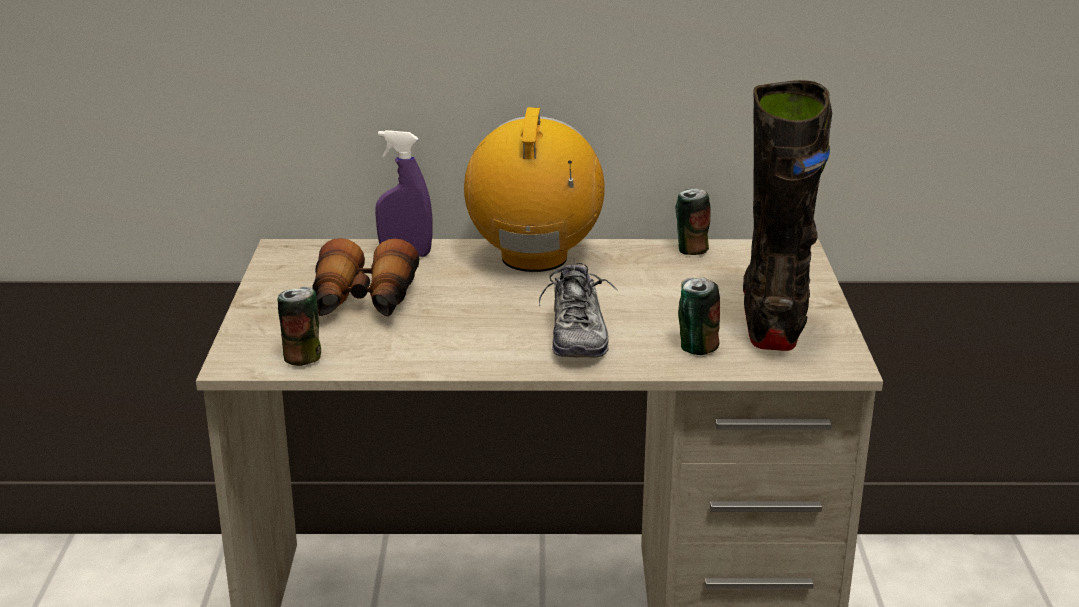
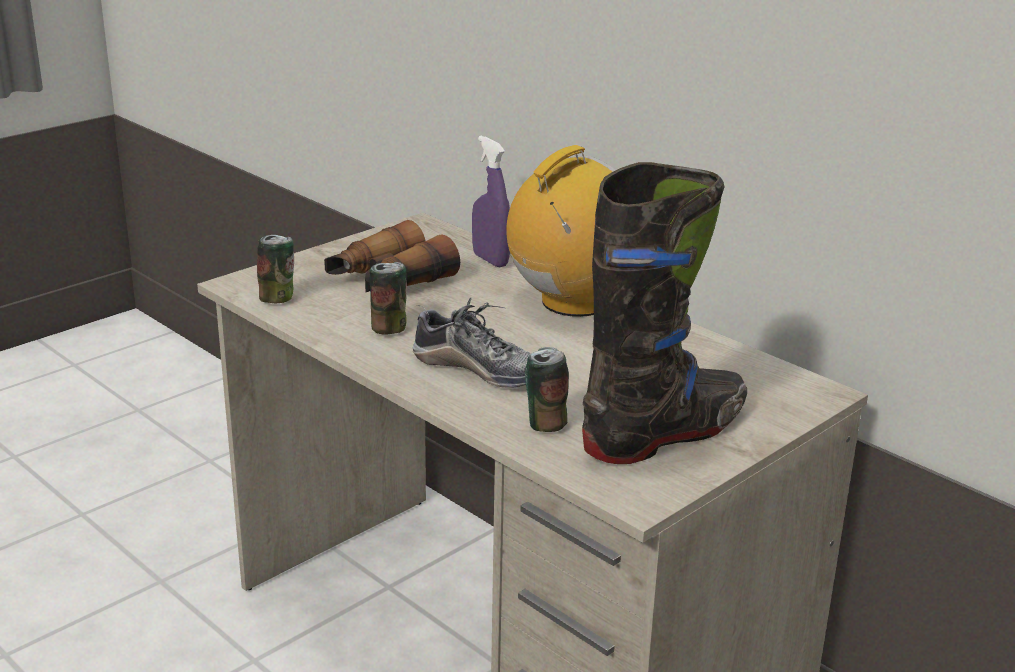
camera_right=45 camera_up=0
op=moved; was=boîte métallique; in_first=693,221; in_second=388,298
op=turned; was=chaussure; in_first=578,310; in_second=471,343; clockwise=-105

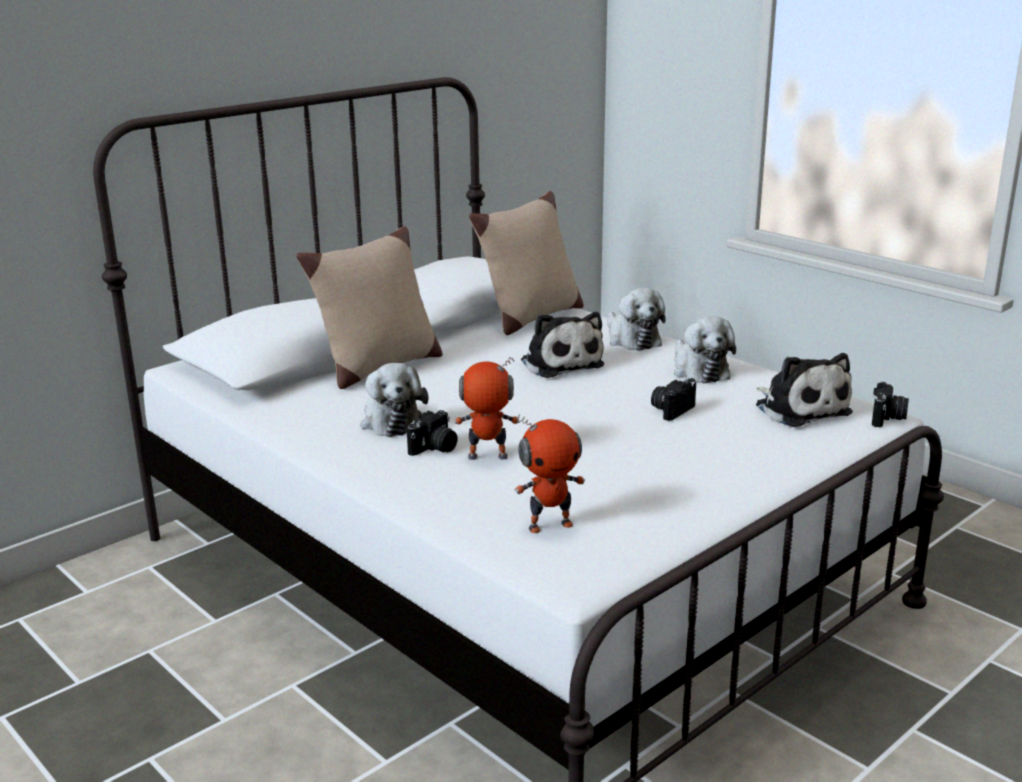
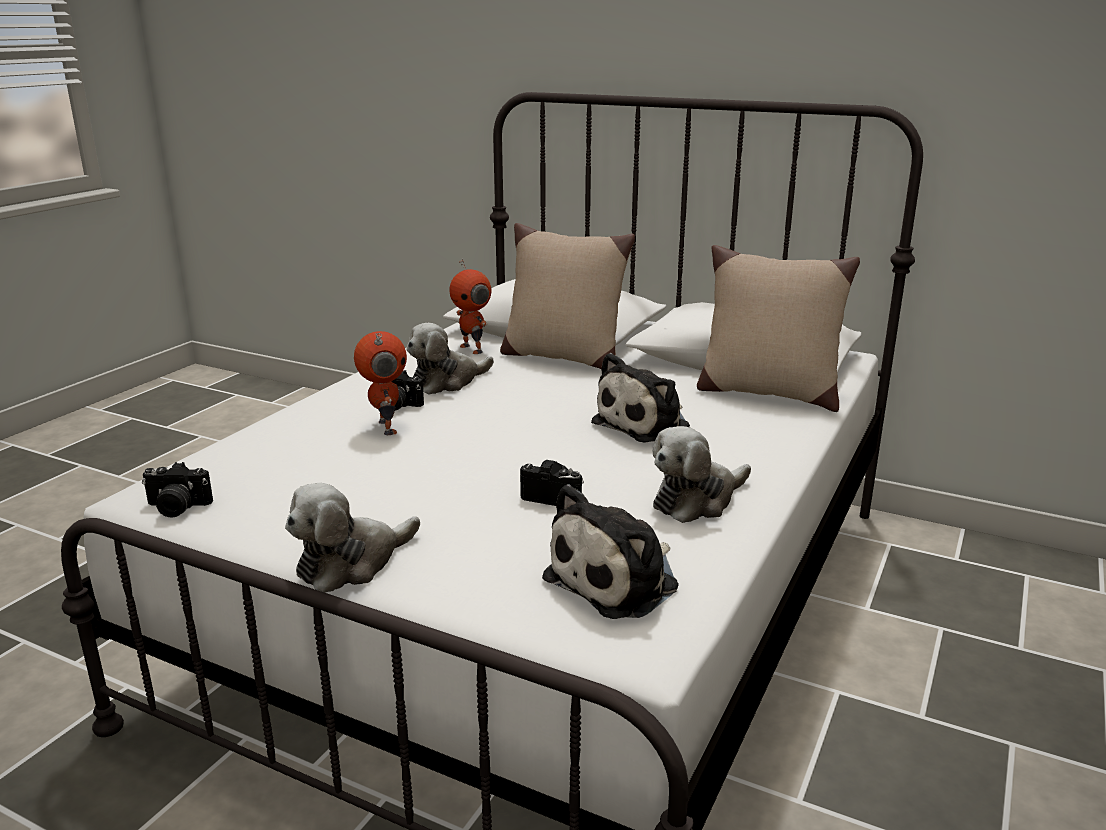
camera_right=70 camera_up=0
op=moved; was=appareil photo; in_first=890,404; in_second=177,490
op=moved; was=peluche; in_first=636,319; in_second=352,538
op=moved; was=robot jouet; in_first=549,473; in_second=470,306

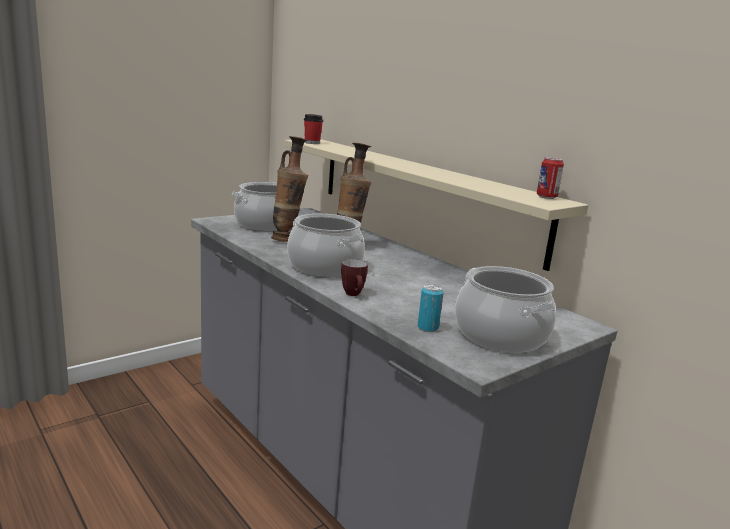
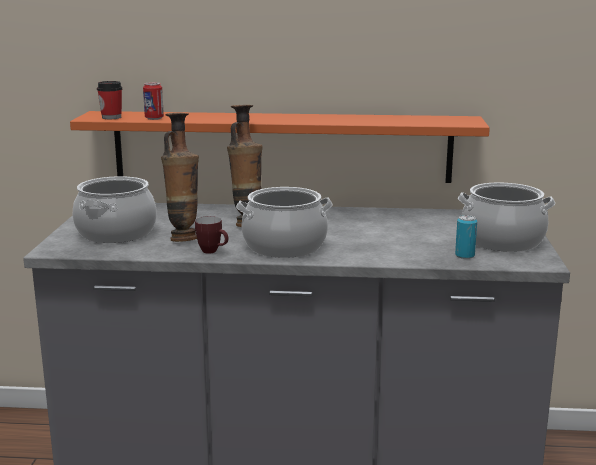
camera_right=-45 camera_up=0
op=recoloured; was=étagère/beige; now=étagère/orange; in_first=437,205; in_second=280,147
op=moved; was=boîte métallique; in_first=550,178; in_second=153,101
op=moved; was=mug; in_first=354,277; in_second=211,235

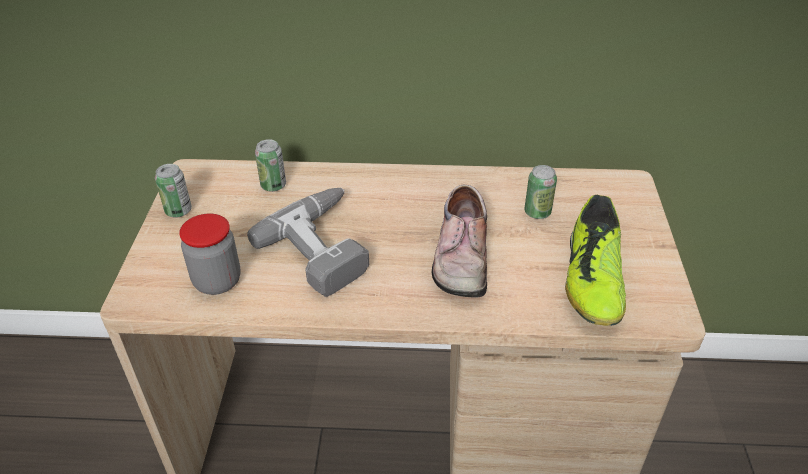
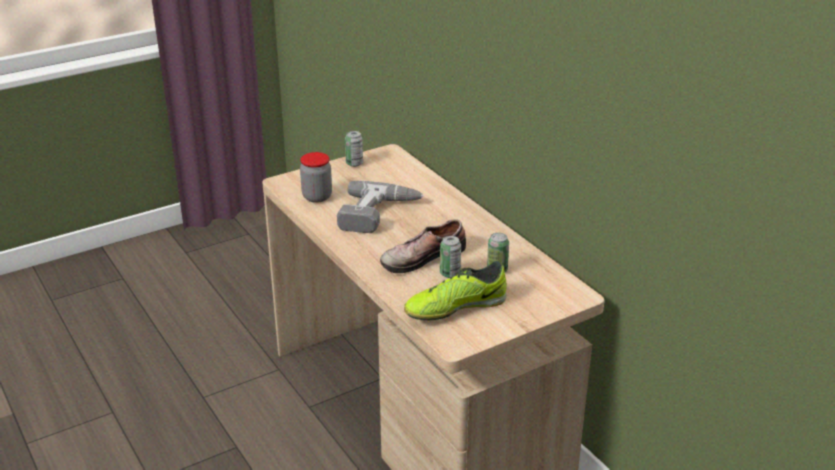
camera_right=55 camera_up=-10
op=moved; was=boîte métallique; in_first=270,165; in_second=450,257

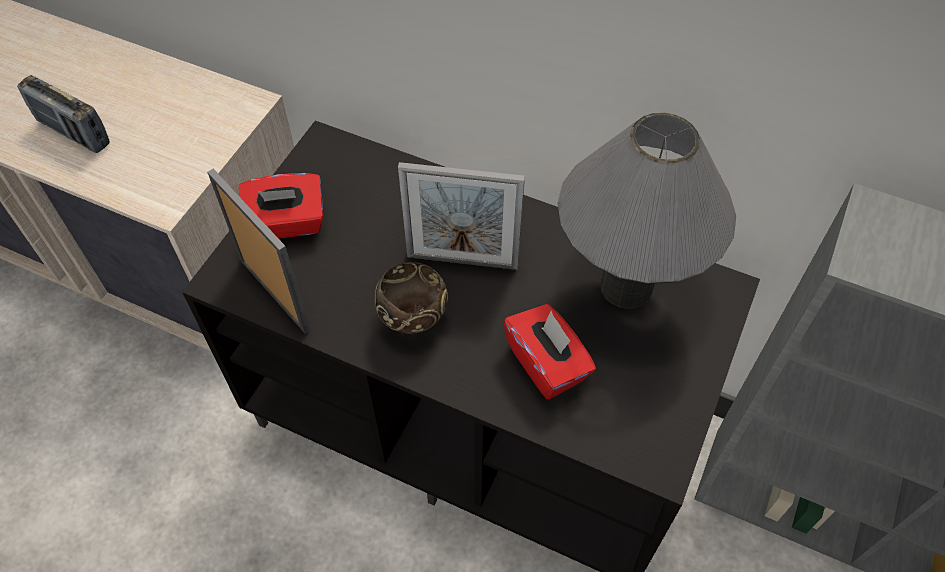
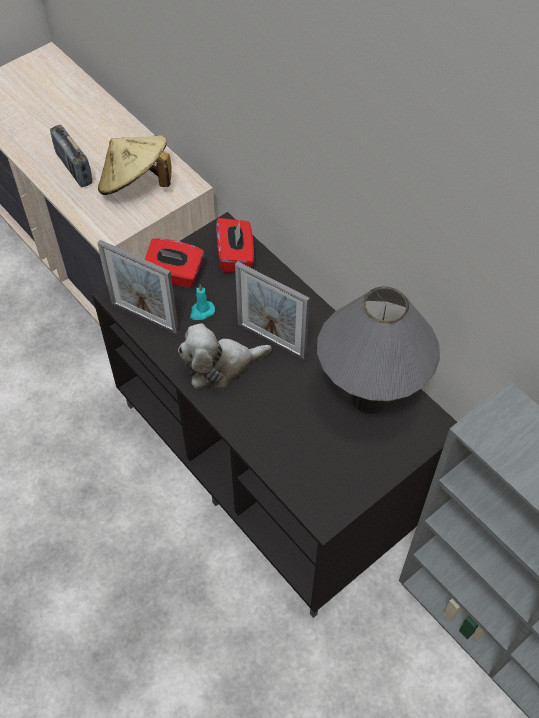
camera_right=25 camera_up=0
op=turned; was=cadre photo; in_first=258,251; in_second=138,287; clockwise=135
op=added; now=chapeau/beige; in_second=135,165
op=replaced; was=bol/marron; now=peluche; in_first=411,298; in_second=225,356
op=added; now=bougie/turquoise; in_second=202,302
op=moved; was=boîte à mouchoirs/rouge; in_first=549,351; in_second=235,245

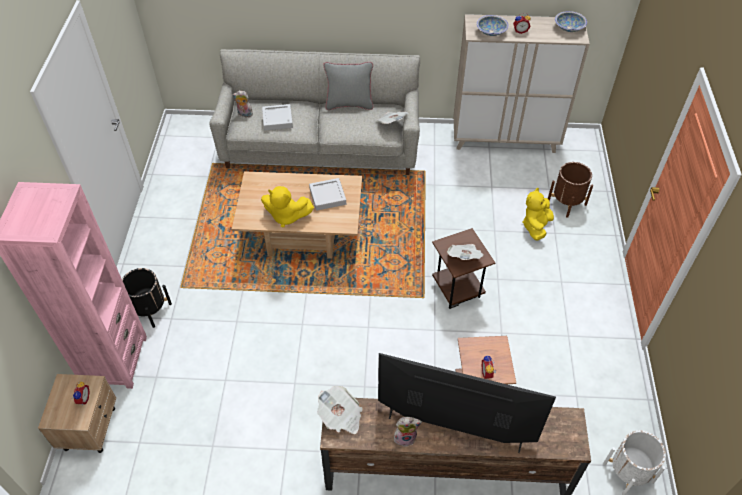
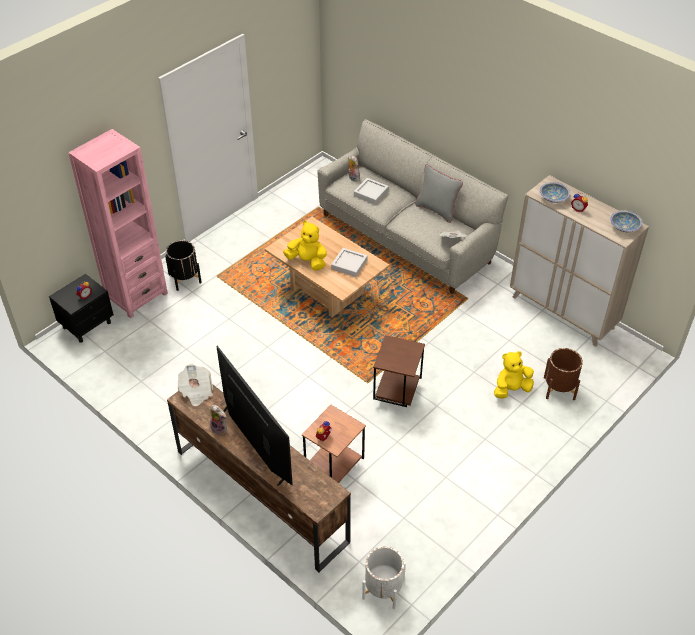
camera_right=40 camera_up=-5
op=recoloured; was=table de chevet/beige; now=table de chevet/noir; in_first=77,413; in_second=81,308
op=turned; was=peluche/jaune; in_first=287,207; in_second=305,245; clockwise=150
op=removed; was=journal; in_first=465,252

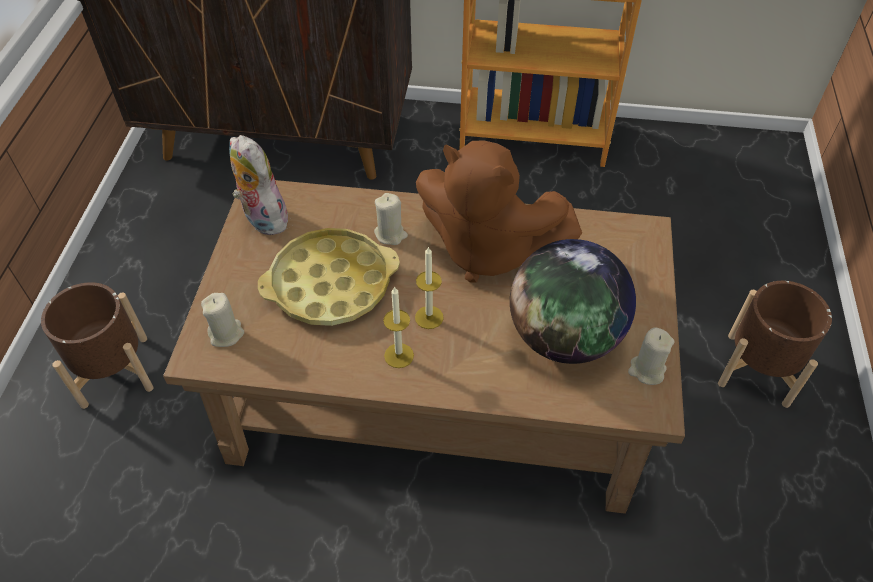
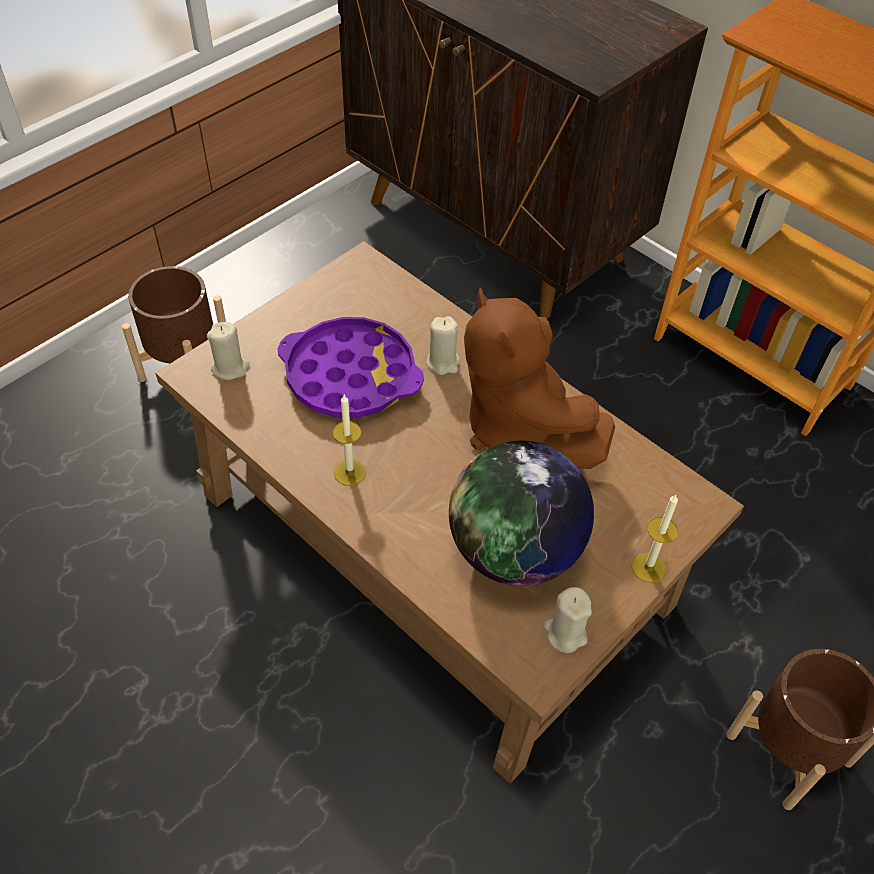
camera_right=35 camera_up=0
op=recoloured; was=plateau/jaune; now=plateau/violet; in_first=329,277; in_second=350,367
op=moved; was=bougie; in_first=429,287; in_second=655,539
op=removed; was=peluche; in_first=258,185

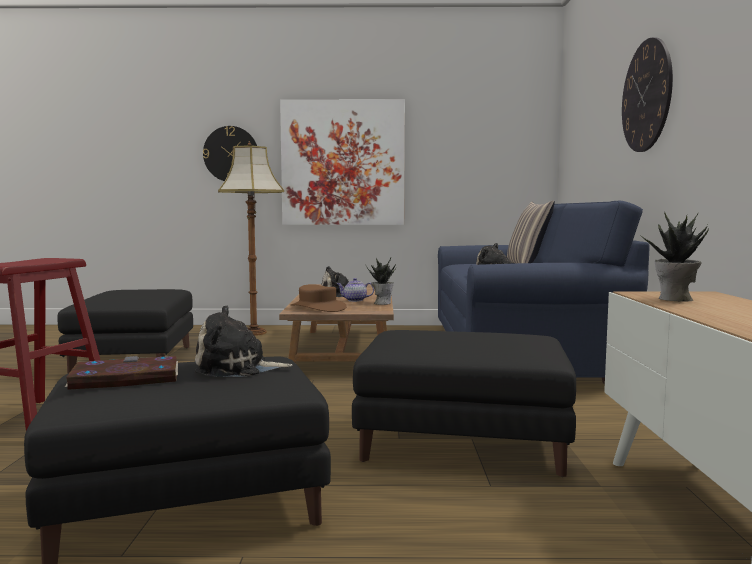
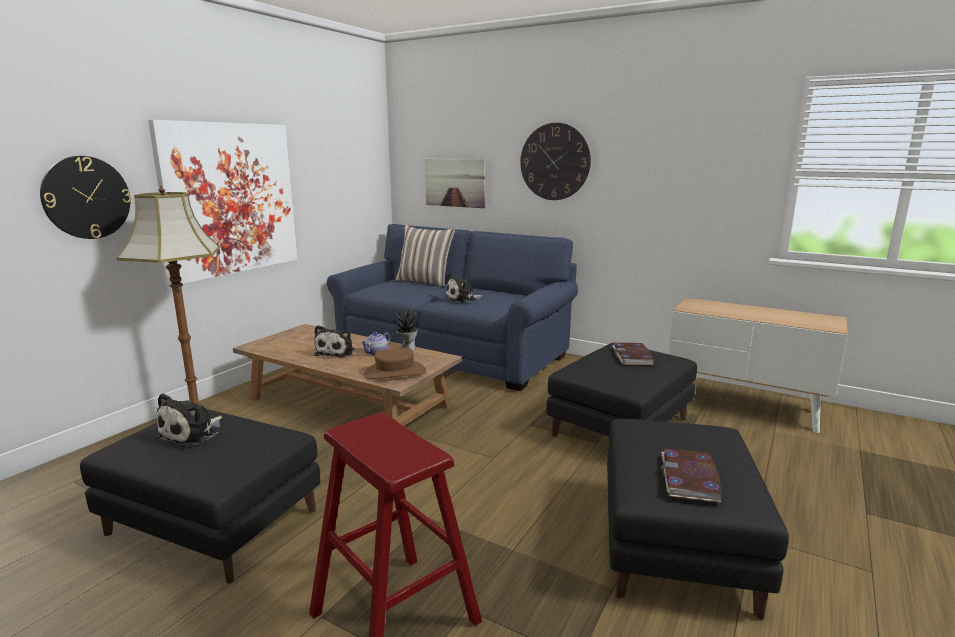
camera_right=-60 camera_up=10
op=moved; was=peluche; in_first=243,341; in_second=189,420
op=added; now=tableau; in_second=455,183
op=added; now=livre; in_second=633,354
op=removed; was=plante en pot; in_first=674,257

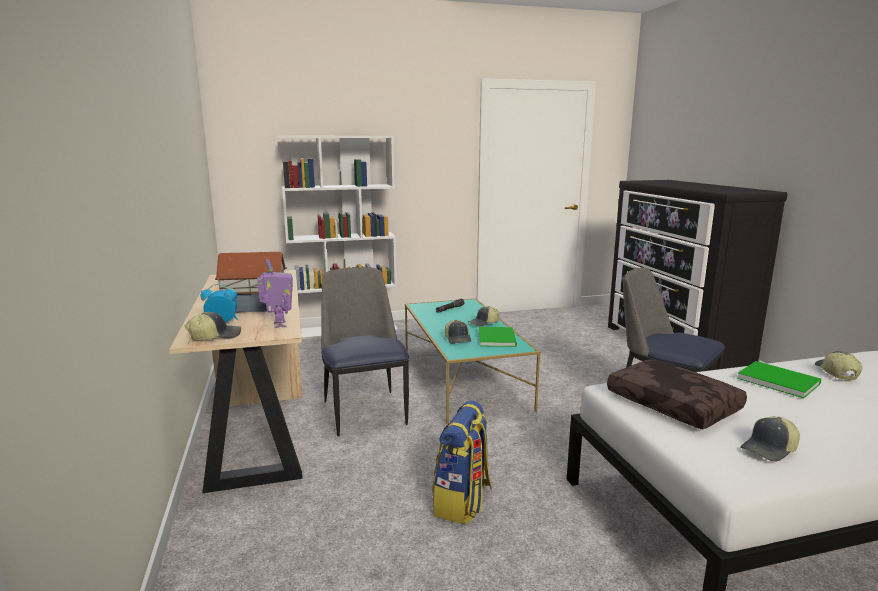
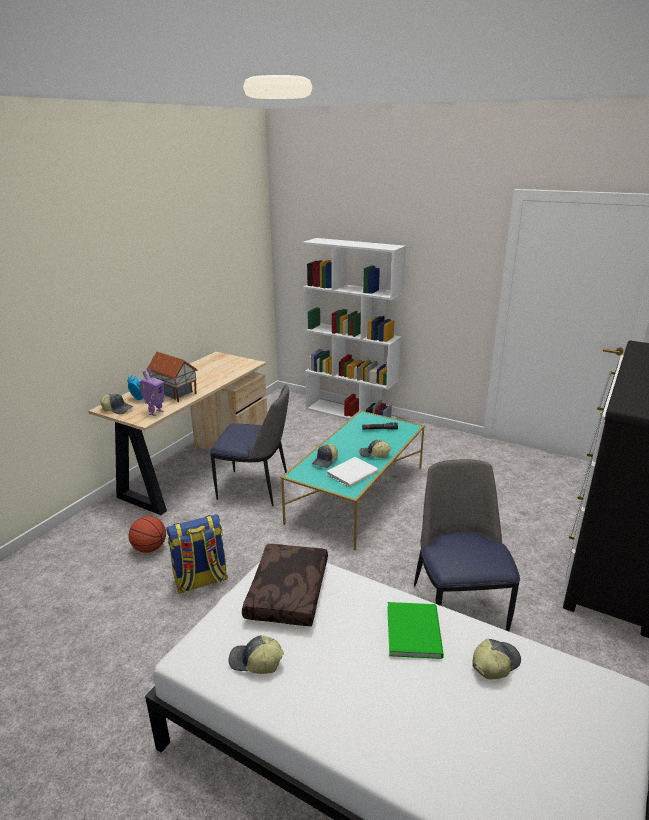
camera_right=45 camera_up=10
op=added; now=ballon de basket; in_second=147,534
op=turned; was=chaise; in_first=365,351; in_second=249,445; clockwise=75
op=recoloured; was=livre/vert; now=livre/blanc; in_first=498,337; in_second=352,472

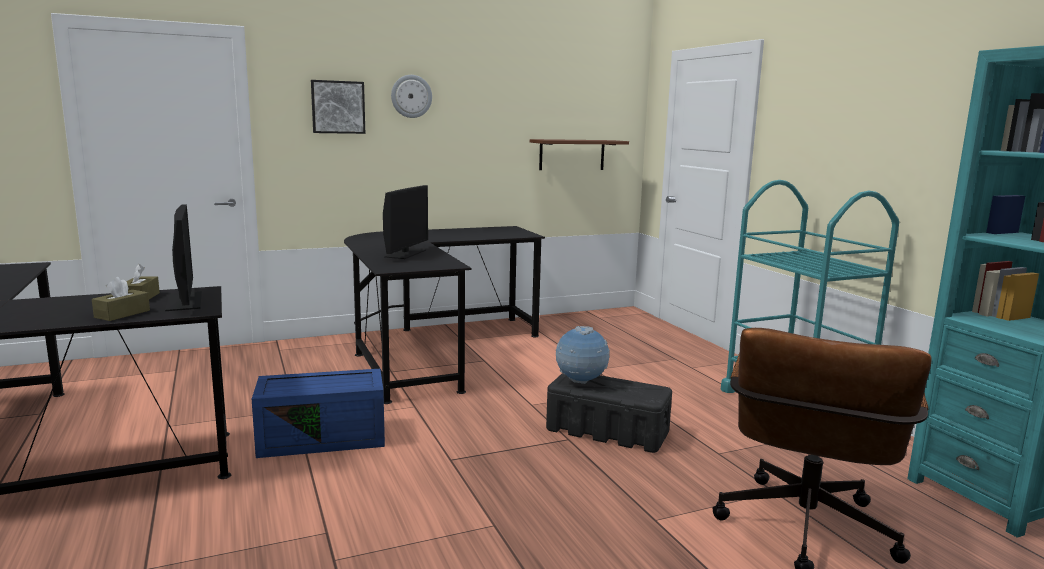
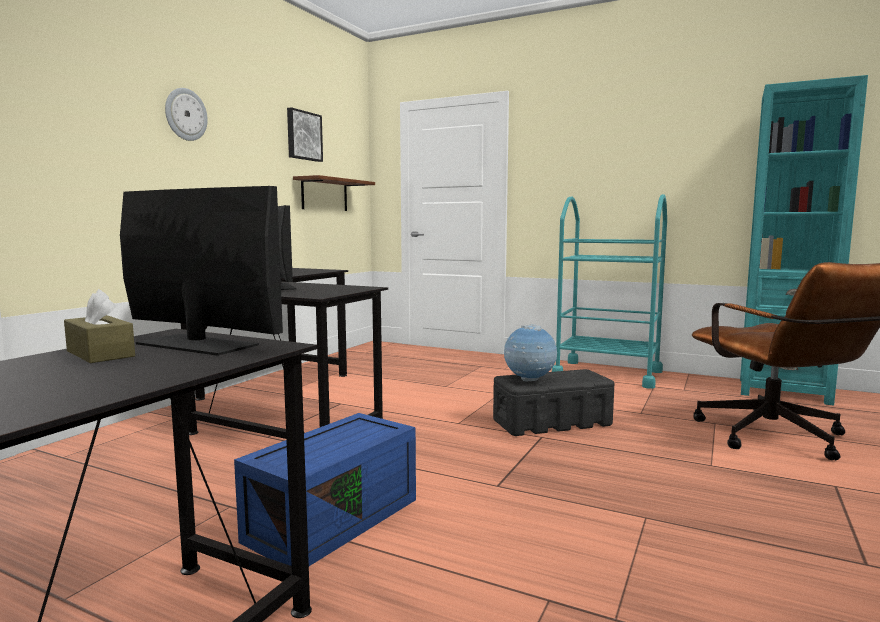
camera_right=-40 camera_up=-5
op=moved; was=tableau; in_first=338,107; in_second=305,134
op=removed; was=boîte à mouchoirs/marron; in_first=121,299

